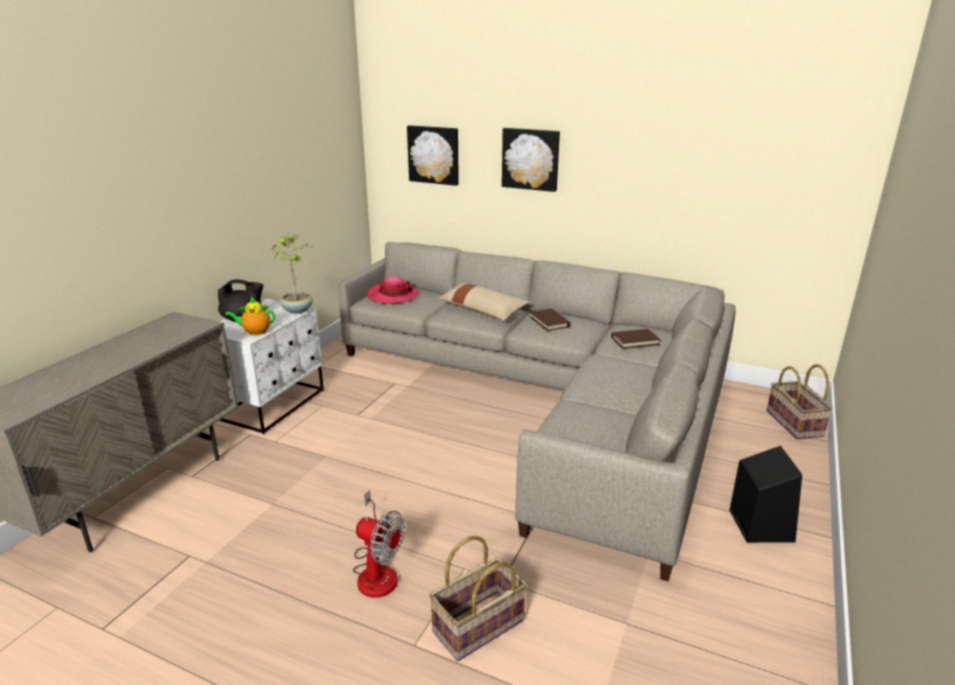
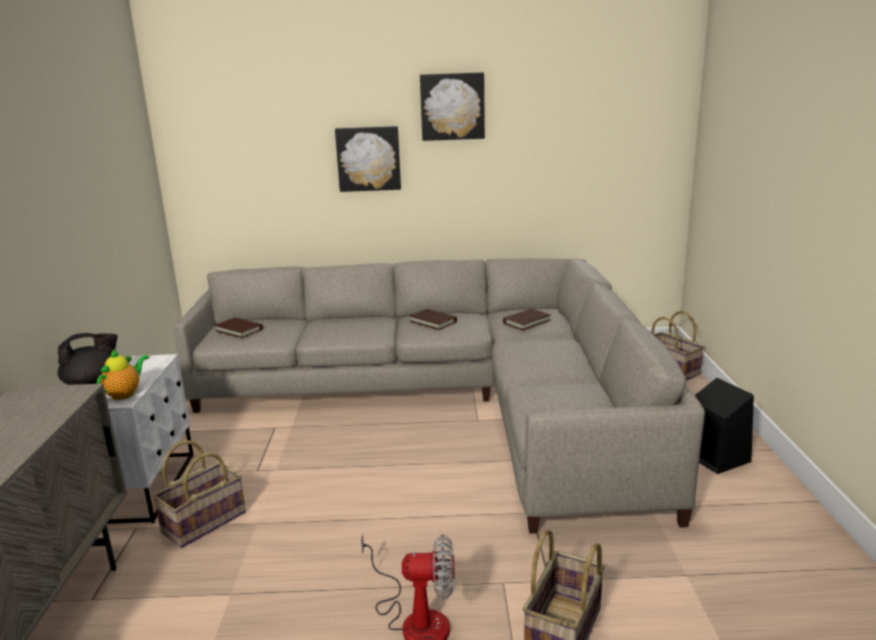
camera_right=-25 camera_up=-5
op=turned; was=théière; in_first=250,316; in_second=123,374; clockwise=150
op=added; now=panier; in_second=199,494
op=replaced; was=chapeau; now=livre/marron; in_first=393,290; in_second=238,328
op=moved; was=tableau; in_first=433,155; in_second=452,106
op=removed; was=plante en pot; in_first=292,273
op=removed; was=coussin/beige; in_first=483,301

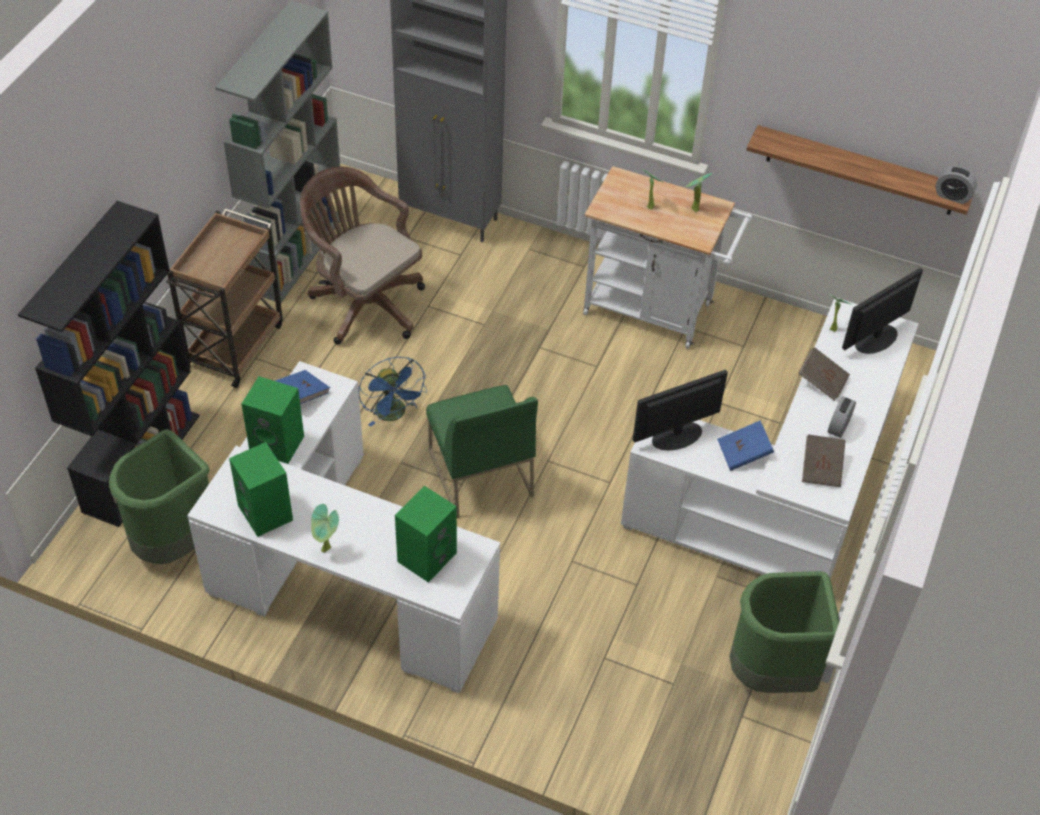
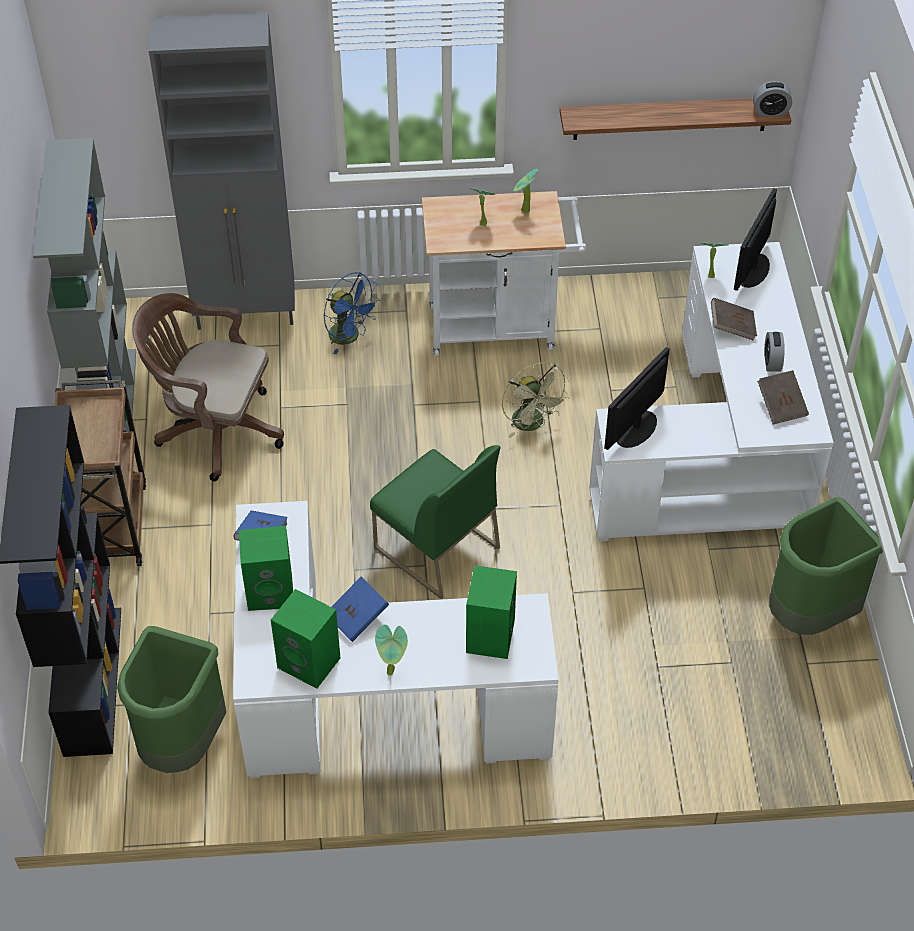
camera_right=-25 camera_up=0
op=moved; was=ventilateur/bleu; in_first=393,392; in_second=352,313
op=moved; was=livre/bleu; in_first=745,445; in_second=360,609
op=added; now=ventilateur/vert; in_second=536,400

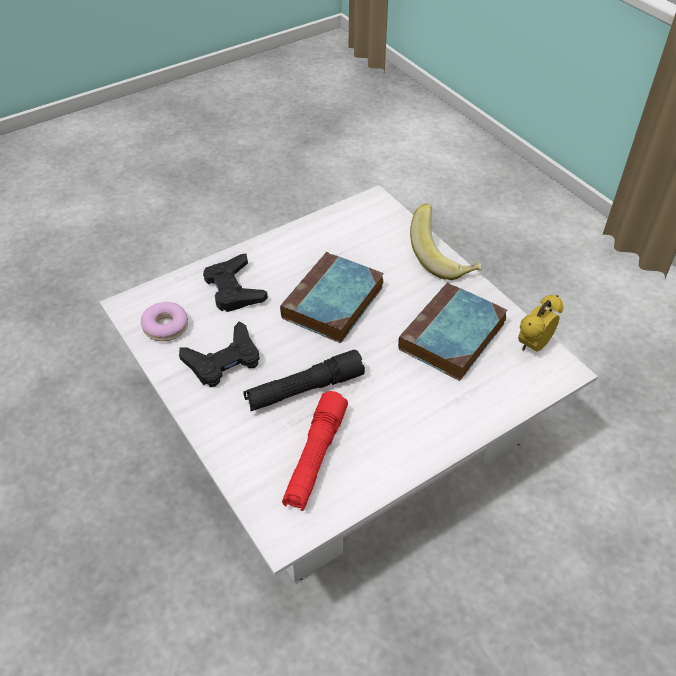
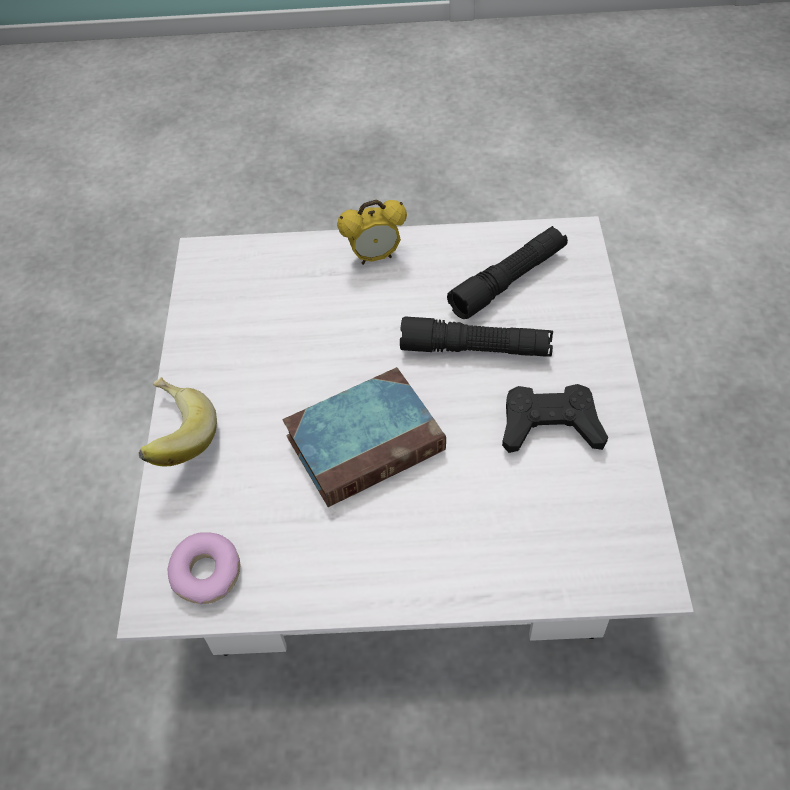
camera_right=-145 camera_up=5
op=moved; was=beignet; in_first=164,321; in_second=204,568
op=moved; was=réveil; in_first=540,323; in_second=372,232
op=recoloured; was=lampe de poche/rouge; now=lampe de poche/noir; in_first=315,451; in_second=507,272
op=removed; was=manette/noir; in_first=235,282
op=removed; was=livre; in_first=452,331

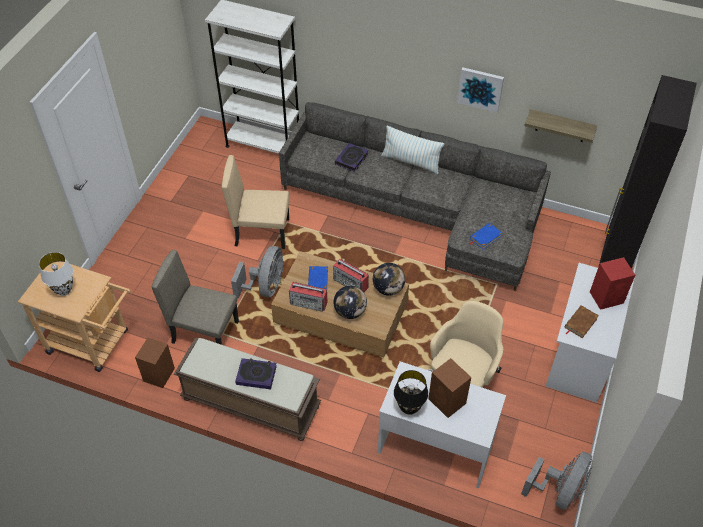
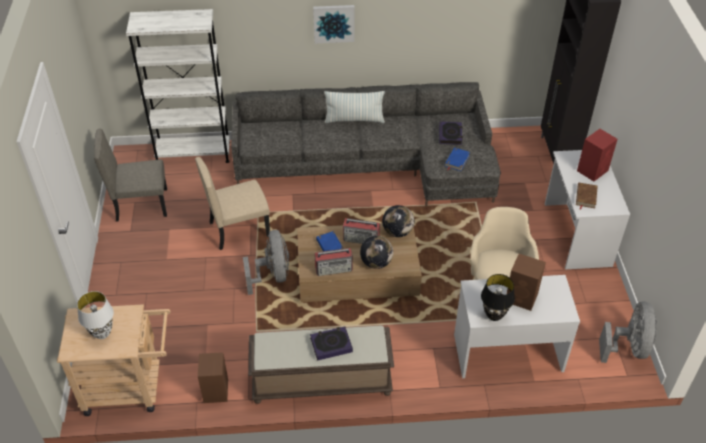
camera_right=-25 camera_up=-5
op=moved; was=chaise/beige; in_first=195,297; in_second=130,175
op=moved; was=tableau; in_first=480,90; in_second=334,24
op=moved; was=livre; in_first=352,157; in_second=451,133
op=removed; was=étagère; in_first=560,126

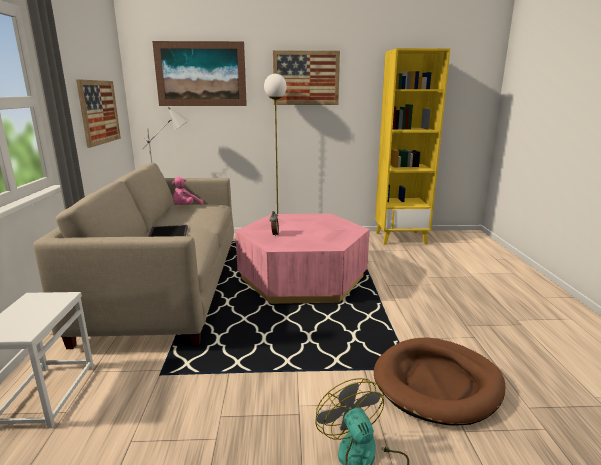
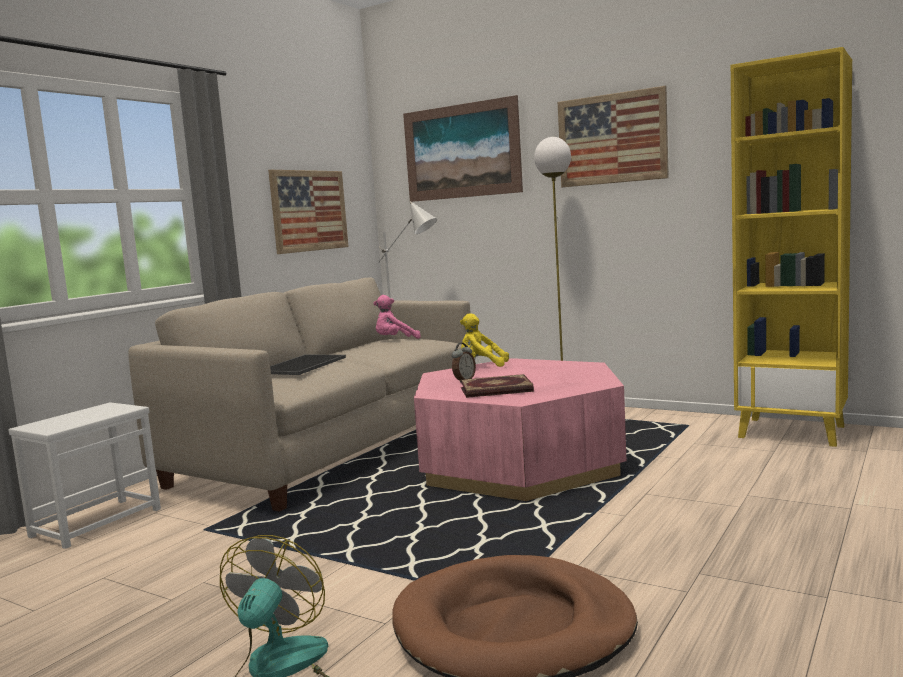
camera_right=35 camera_up=-10
op=added; now=peluche/jaune; in_second=484,340
op=added; now=livre; in_second=497,386

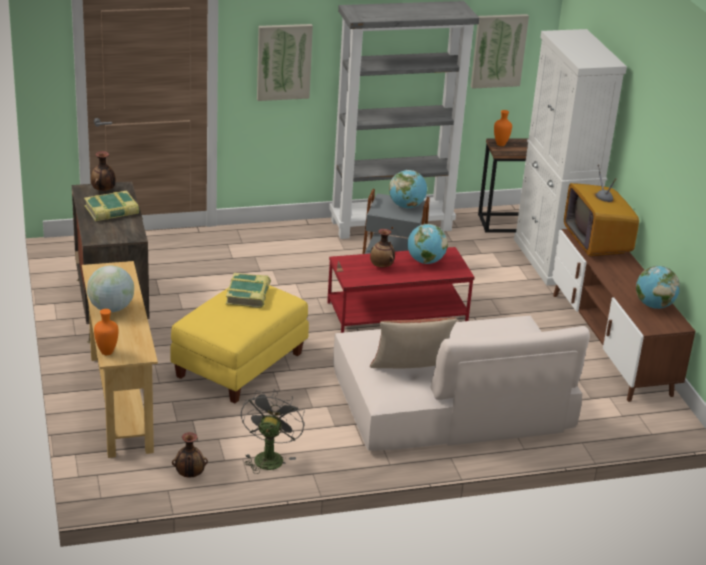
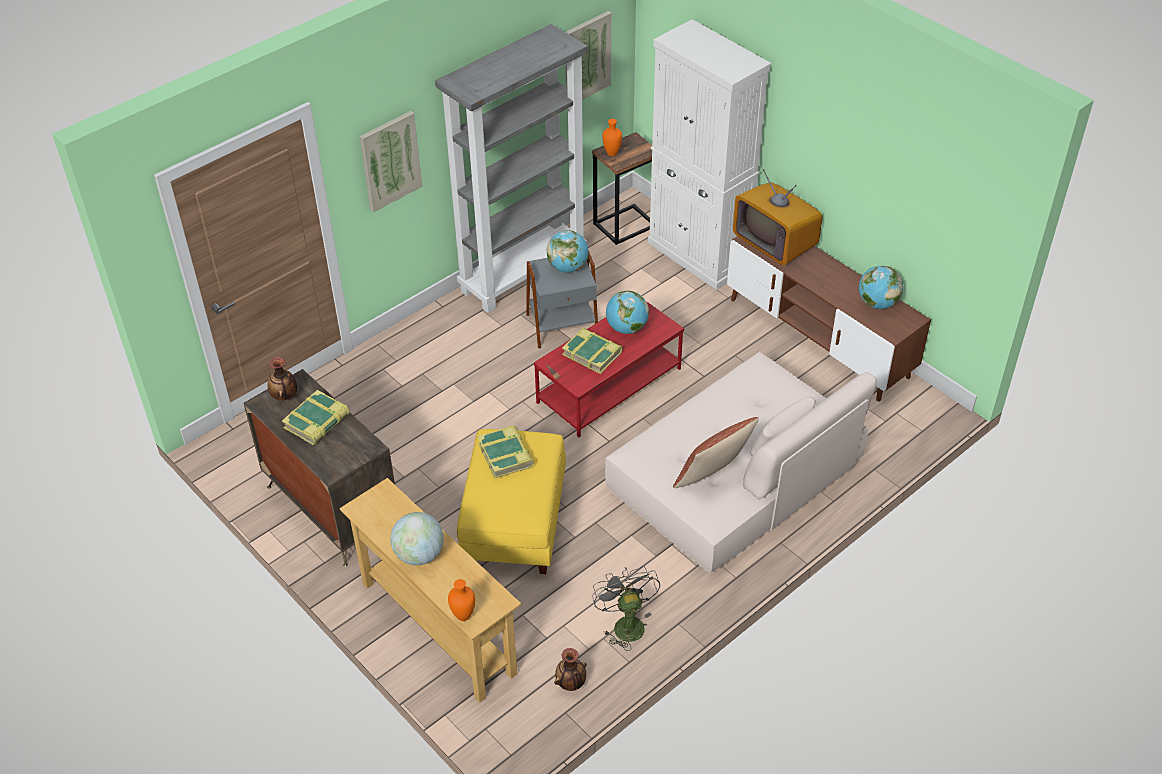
camera_right=-25 camera_up=15
op=replaced; was=vase; now=livre; in_first=382,248; in_second=592,351

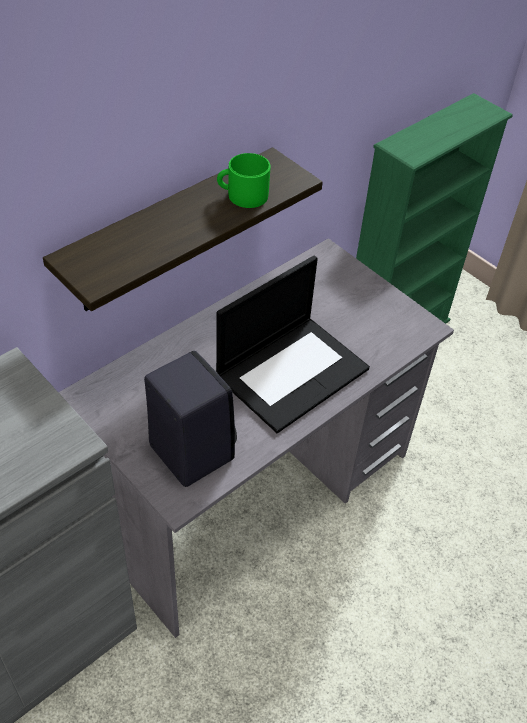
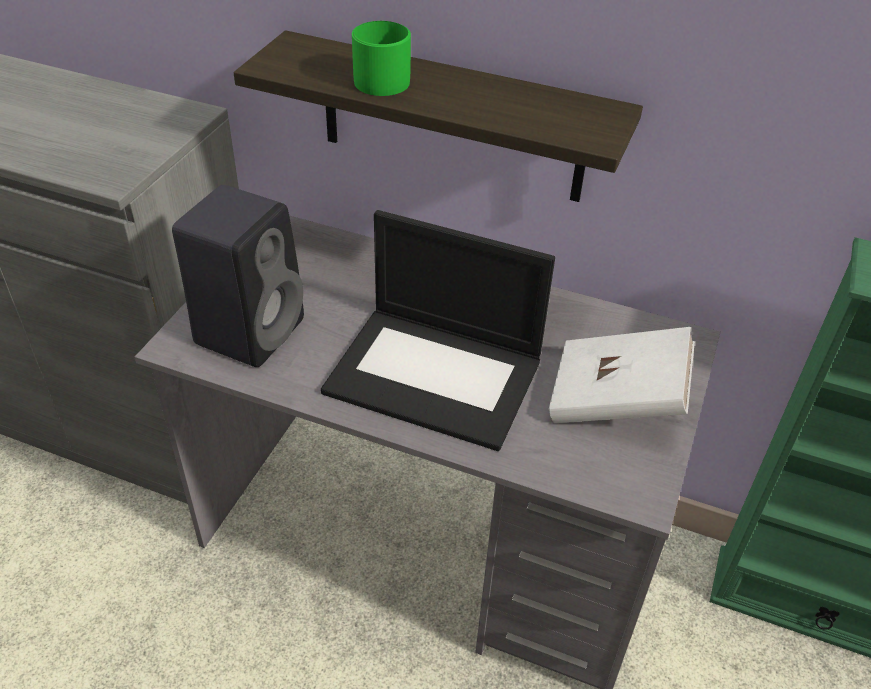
camera_right=65 camera_up=-5
op=moved; was=mug/vert; in_first=244,180; in_second=381,58
op=added; now=livre/blanc; in_second=622,375

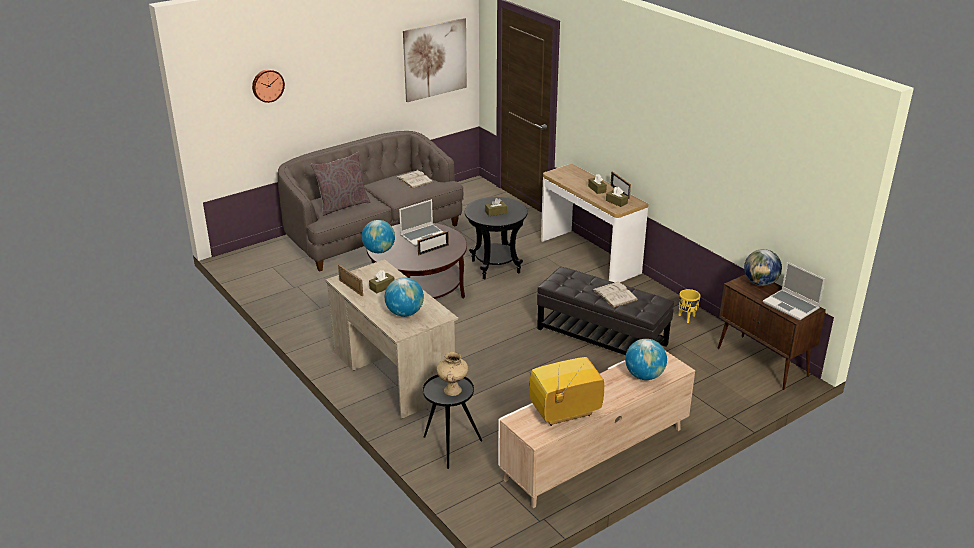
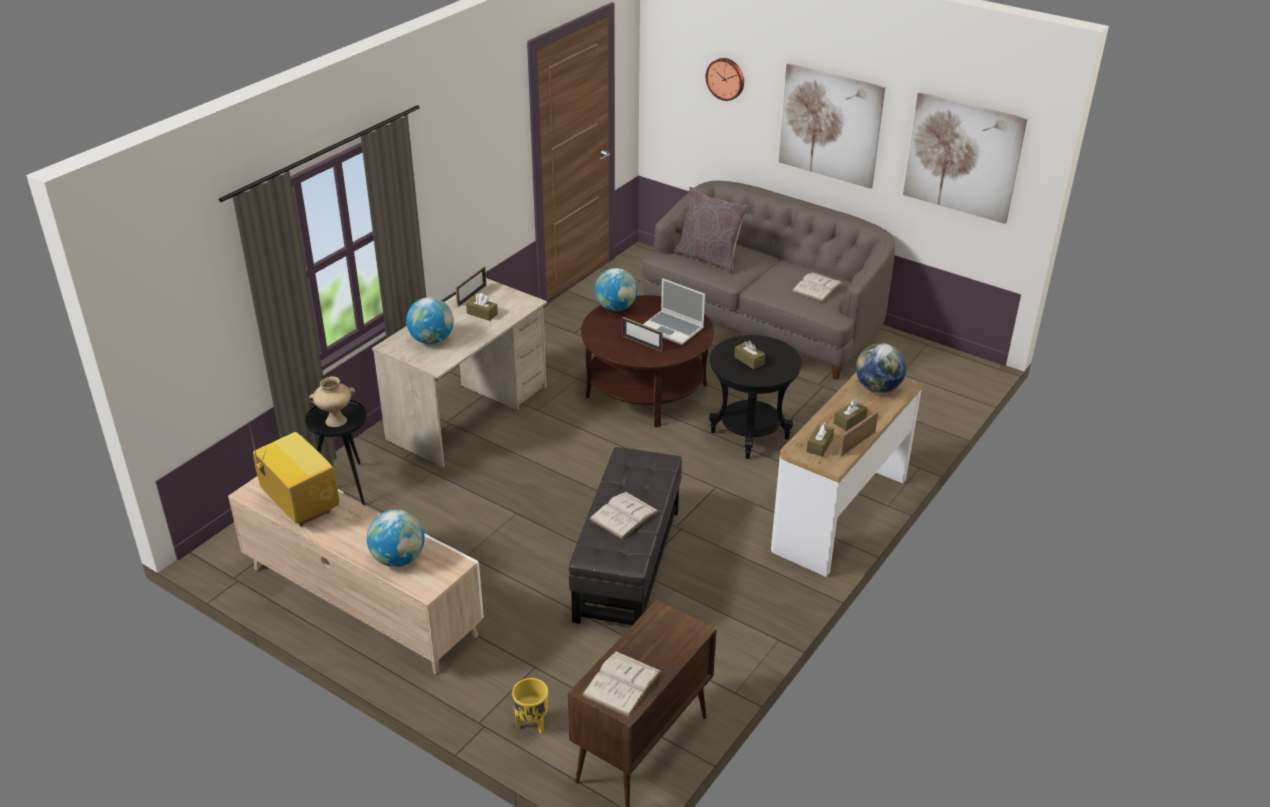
camera_right=70 camera_up=5
op=moved; was=cache-pot/jaune; in_first=689,306; in_second=530,706
op=replaced; was=ordinateur portable; now=livre/blanc; in_first=794,291; in_second=622,684
op=added; now=tableau; in_second=832,126
op=moved; was=globe; in_first=763,267; in_second=881,368

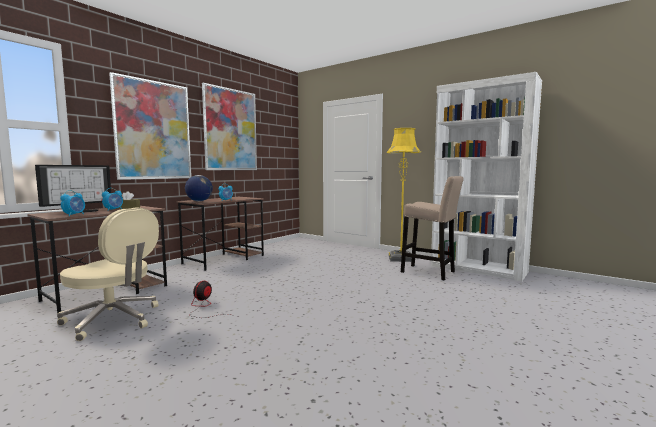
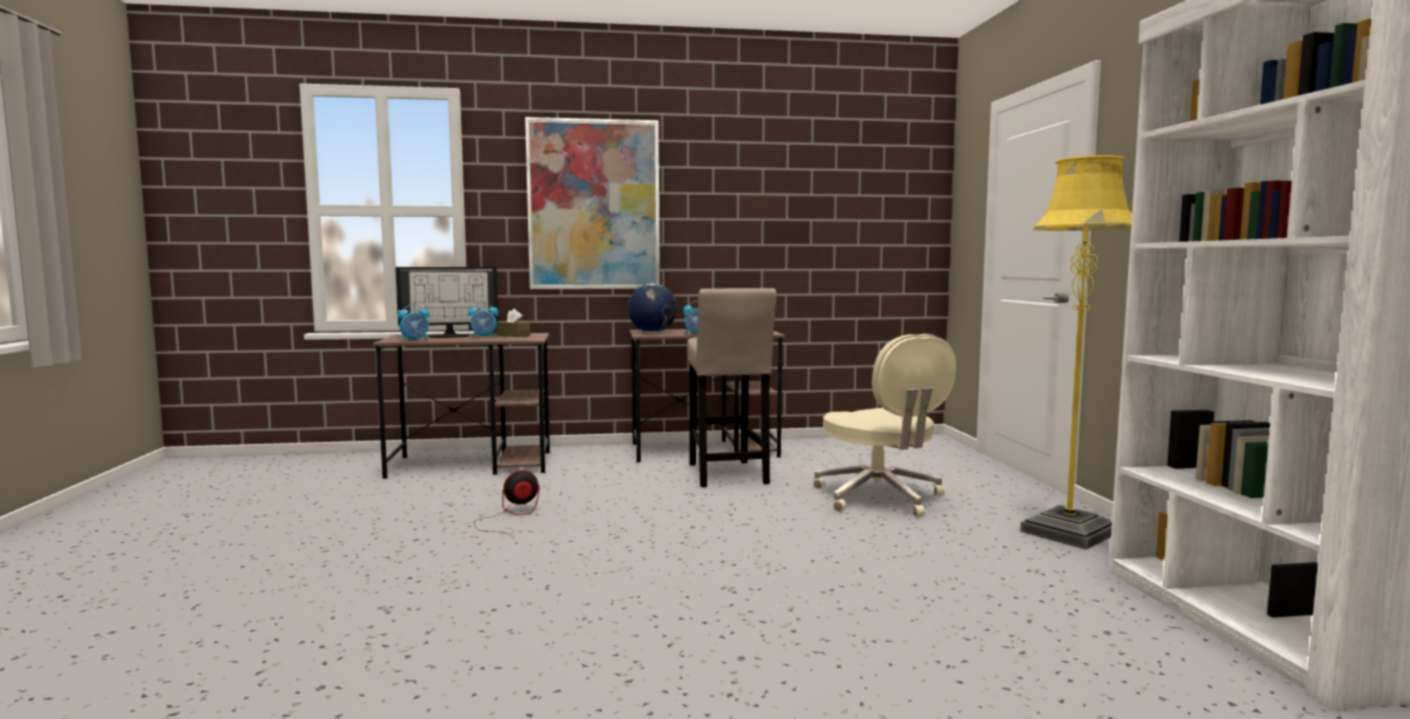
camera_right=45 camera_up=0
op=moved; was=tabouret/beige; in_first=432,228; in_second=732,387
op=moved; was=chaise de bureau/beige; in_first=108,274; in_second=884,425
op=removed; was=tableau; in_first=229,126

